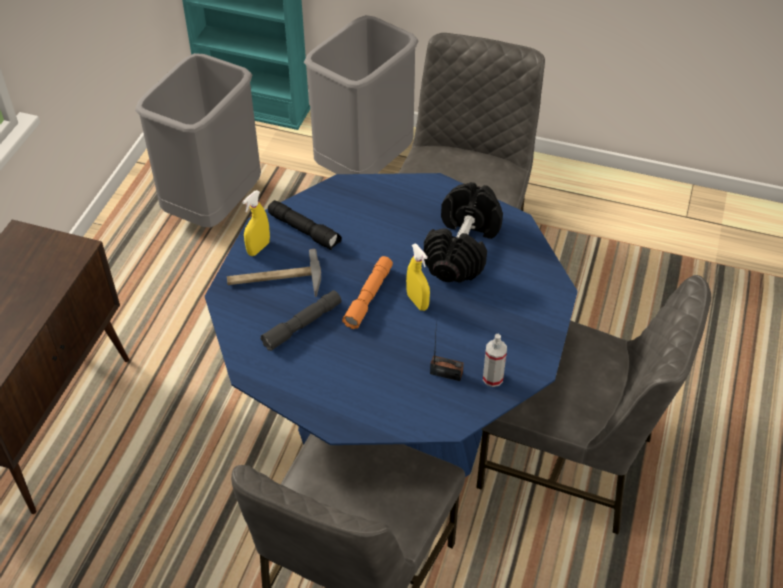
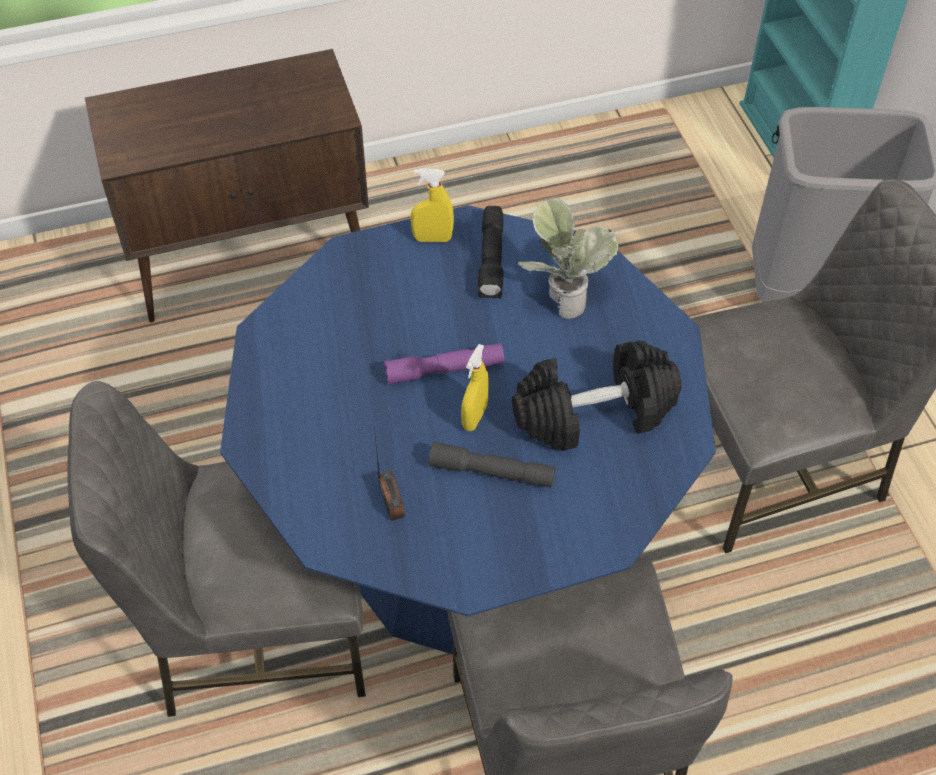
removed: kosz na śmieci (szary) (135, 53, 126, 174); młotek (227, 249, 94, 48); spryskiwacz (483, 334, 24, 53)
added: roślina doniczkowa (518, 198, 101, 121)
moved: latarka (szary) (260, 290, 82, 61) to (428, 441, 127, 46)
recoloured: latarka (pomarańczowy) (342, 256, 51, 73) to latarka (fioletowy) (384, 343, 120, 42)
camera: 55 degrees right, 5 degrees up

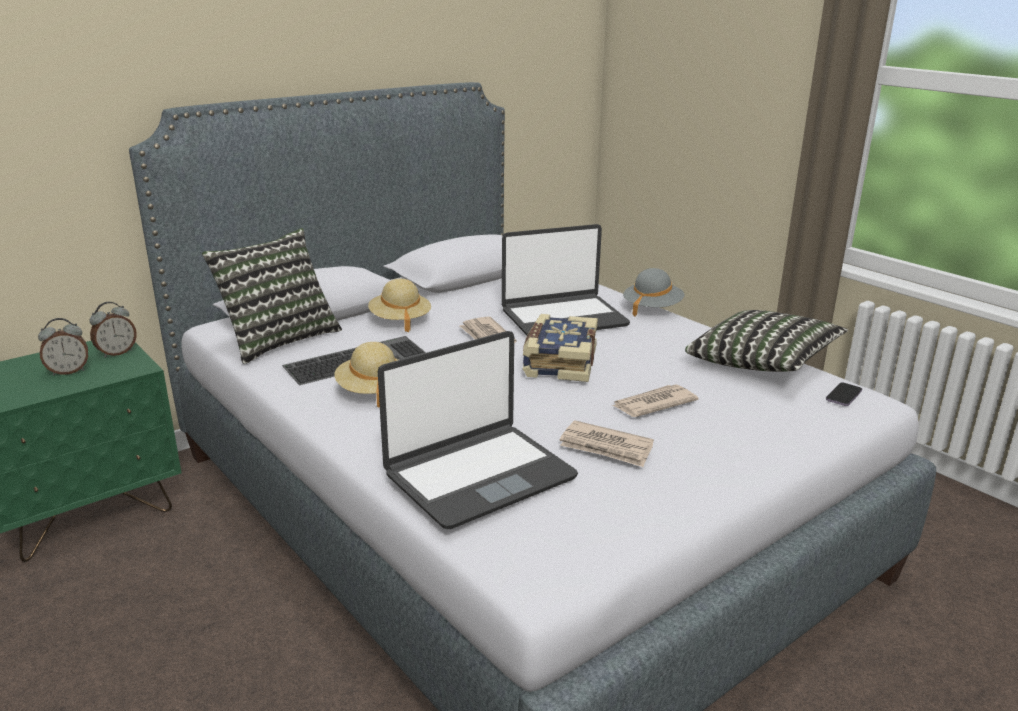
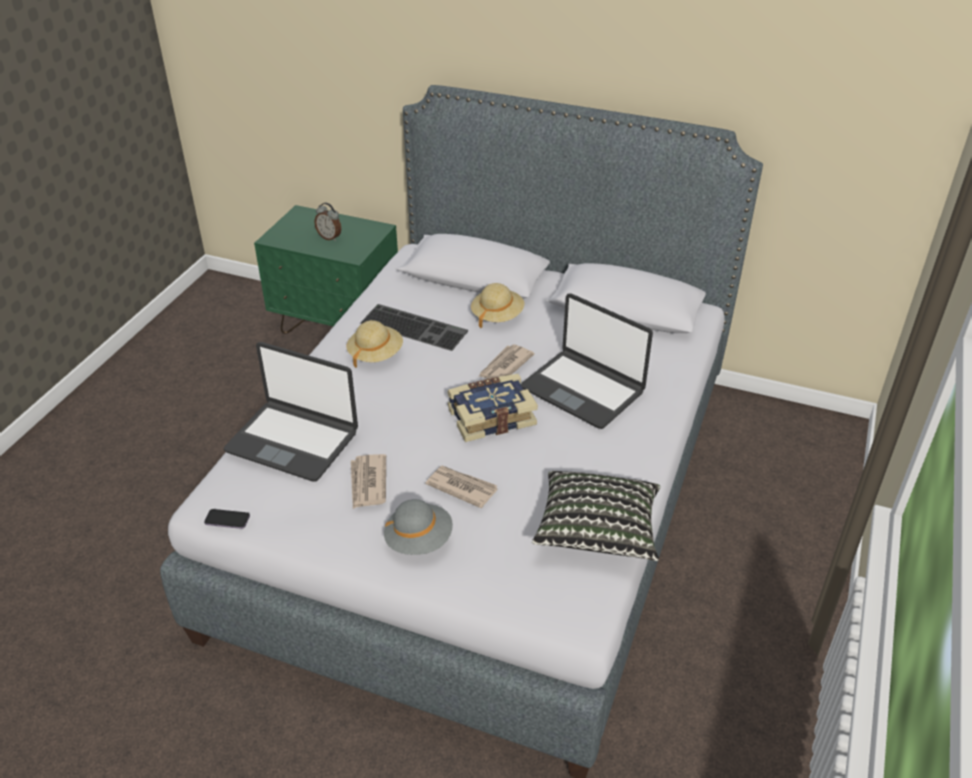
removed: budzik (90, 302, 47, 56); poduszka (202, 228, 140, 136)
moved: kapelusz (szary) (623, 268, 61, 49) to (384, 499, 69, 56); telefon (826, 383, 36, 23) to (204, 509, 46, 20)
camera: 60 degrees right, 15 degrees up

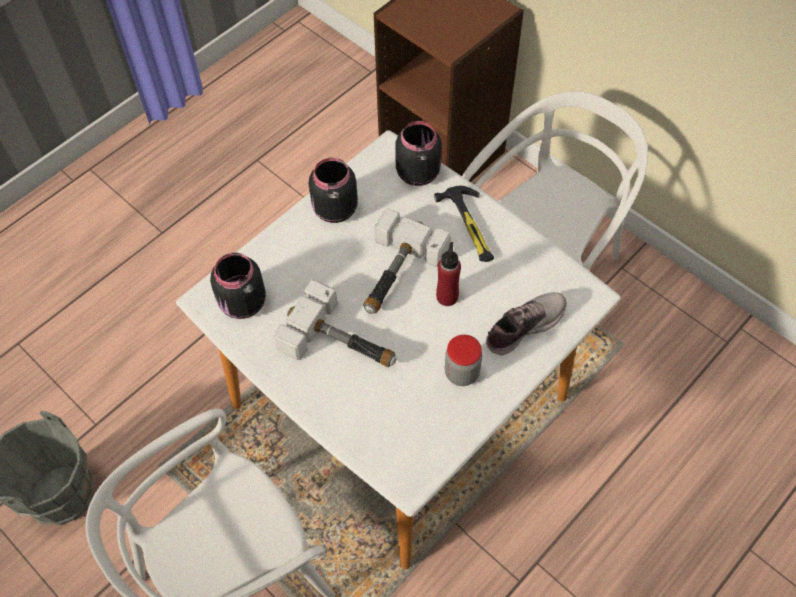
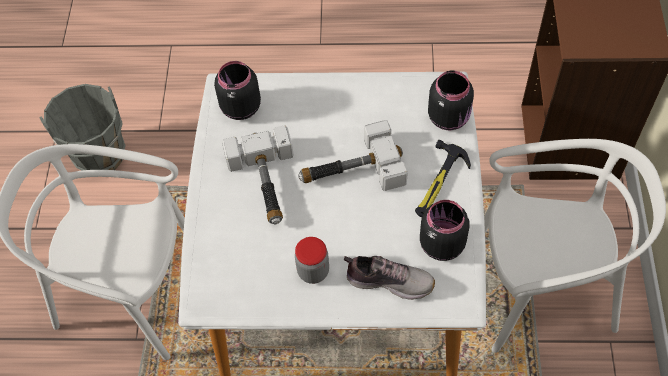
removed: butelka (czerwony) (436, 242, 25, 64)
moved: słoik (czarny) (309, 158, 49, 65) to (420, 200, 49, 61)
camera: 50 degrees right, 0 degrees up

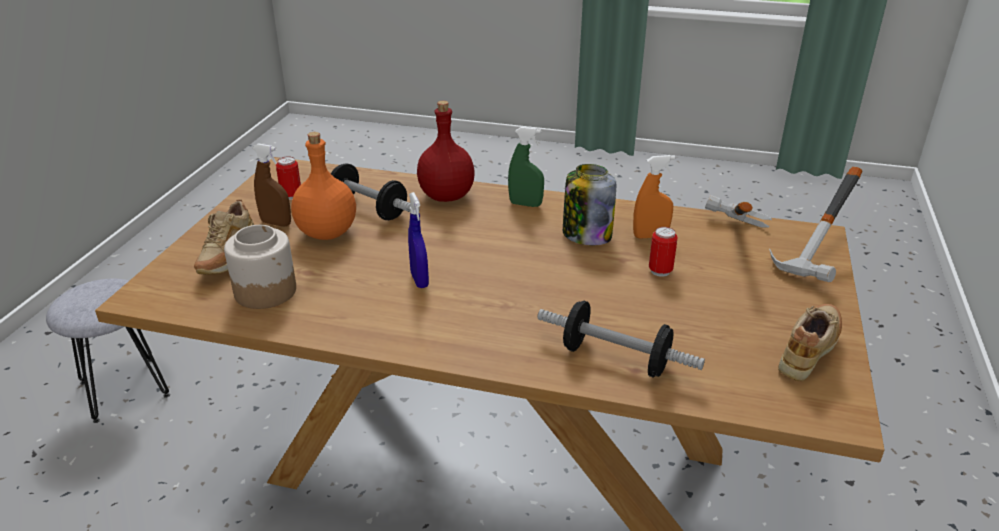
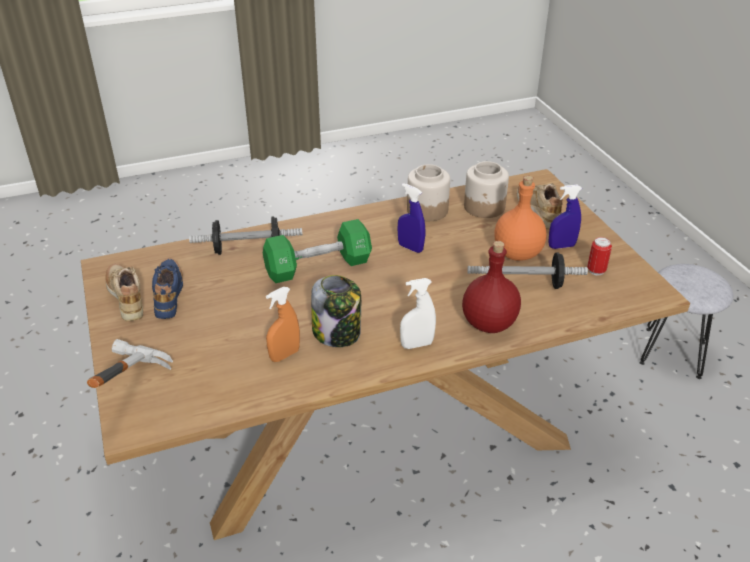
removed: puszka (649, 227, 29, 50); młotek (705, 195, 67, 33)
added: but (niebieski) (152, 258, 31, 61); hantel (zielony) (263, 219, 109, 64); słoik (407, 164, 43, 57)
recoloured: spryskiwacz (brązowy) (252, 143, 39, 83) to spryskiwacz (niebieski) (548, 185, 34, 64); spryskiwacz (zielony) (508, 127, 36, 80) to spryskiwacz (biały) (400, 278, 36, 71)
turned: but (beżowy) (778, 304, 64, 77) = (106, 264, 37, 57) 150 degrees clockwise
camera: 145 degrees right, 5 degrees up

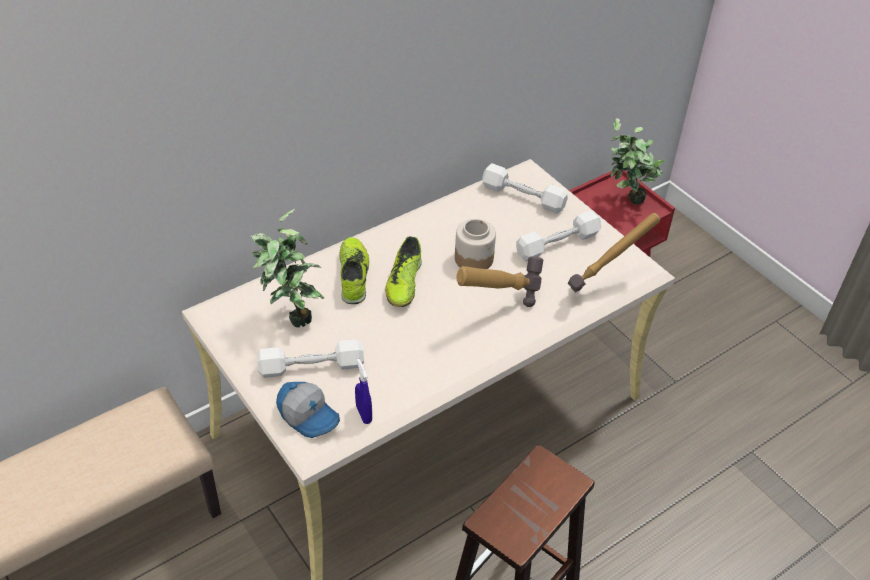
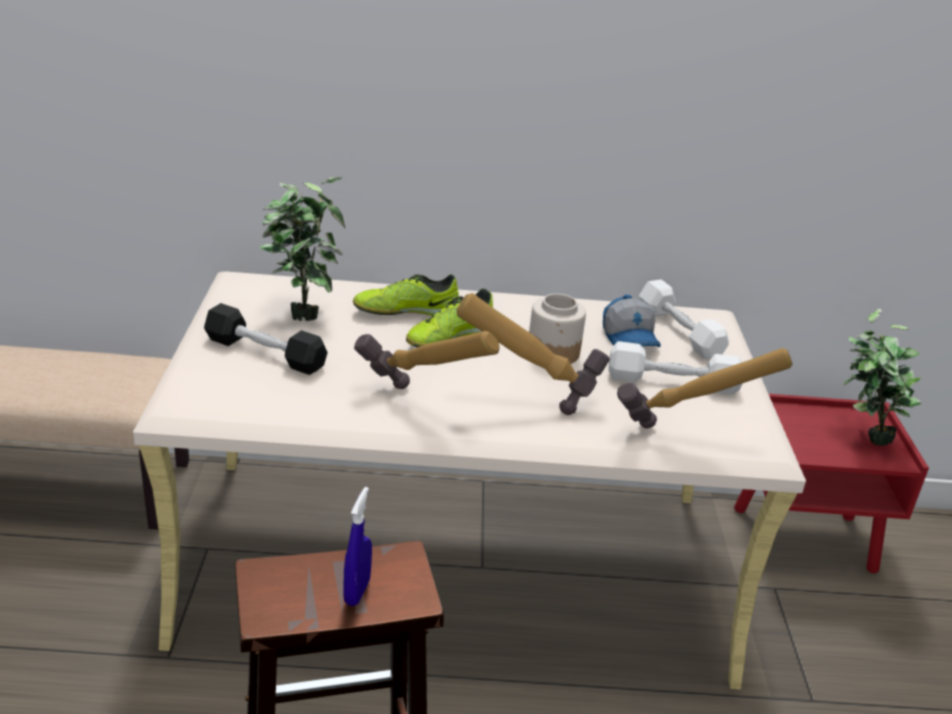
added: młotek (354, 331, 146, 58)
moved: czapka z daszkiem (276, 382, 64, 56) to (603, 295, 58, 52); spryskiwacz (niebieski) (355, 359, 17, 65) to (343, 487, 29, 119)
recoloured: hantel (biały) (257, 339, 107, 39) to hantel (czarny) (204, 303, 124, 72)
turned: but (340, 237, 29, 67) = (353, 274, 106, 42) 135 degrees counterclockwise
camera: 35 degrees right, 15 degrees down

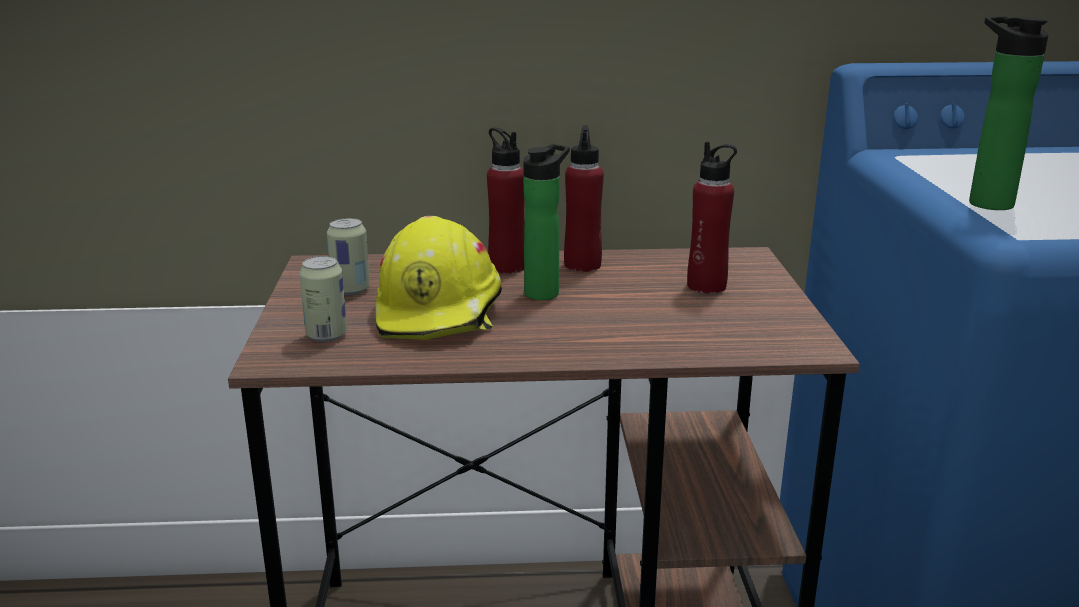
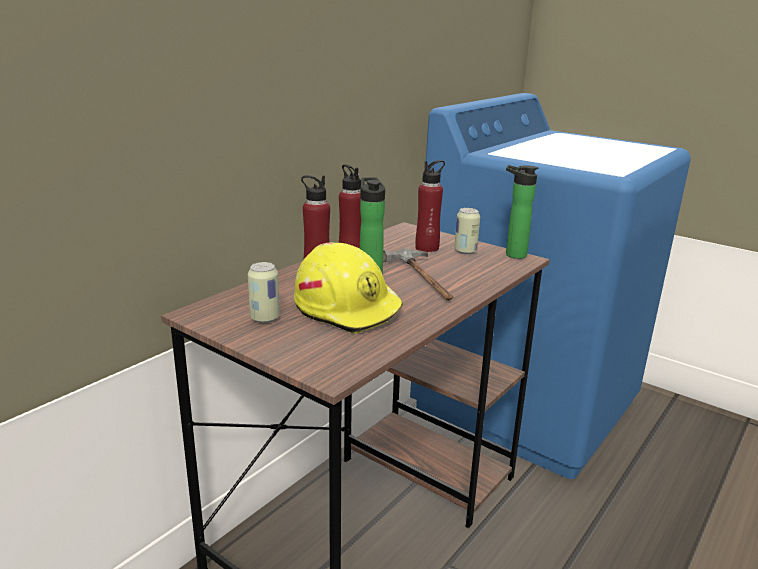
added: młotek (383, 248, 70, 53)
moved: puszka (299, 256, 48, 86) to (454, 208, 26, 46); butelka (969, 16, 80, 194) to (506, 165, 33, 94)
camera: 50 degrees left, 0 degrees up

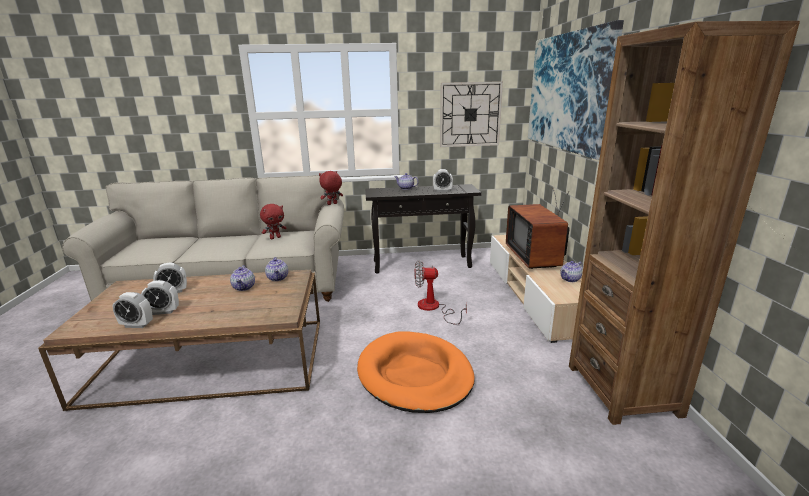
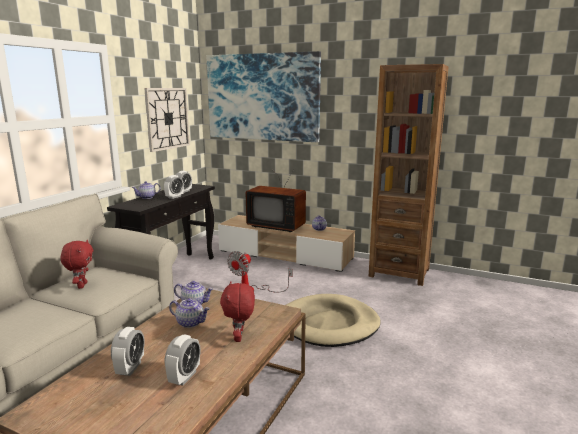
moved: budzik (113, 292, 40, 36) to (164, 175, 20, 24); pluszak (czerwony) (319, 171, 24, 34) to (220, 281, 35, 61)
recoloured: legowisko (pomarańczowy) (357, 331, 118, 82) to legowisko (beżowy) (286, 294, 95, 53)
camera: 60 degrees left, 5 degrees down

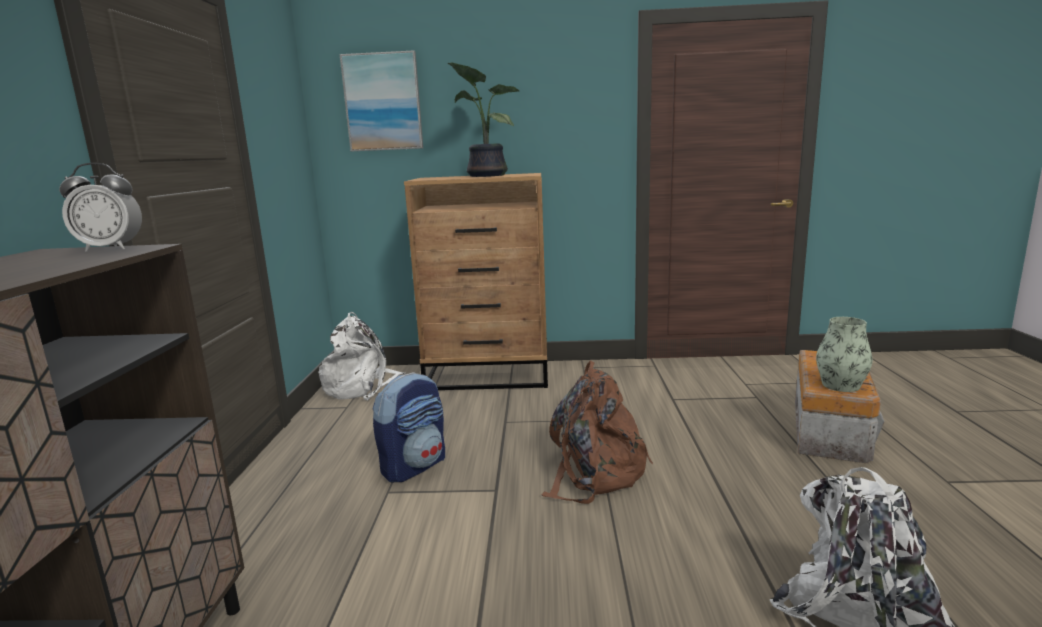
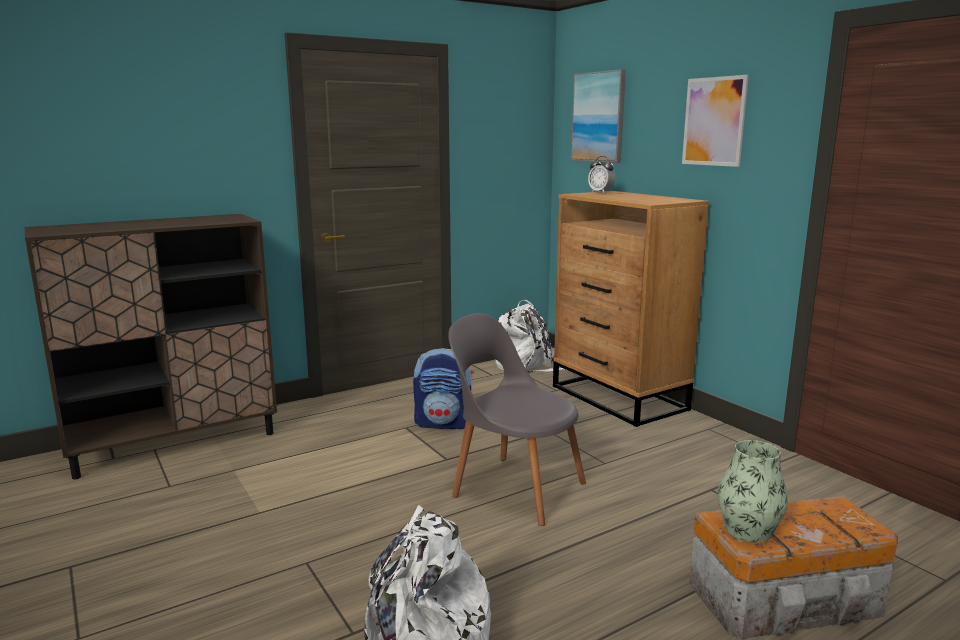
removed: roślina doniczkowa (448, 62, 71, 115)
added: obraz (682, 75, 67, 92)
moved: budzik (59, 163, 83, 89) to (588, 156, 27, 37)
replaced: plecak (brązowy) (542, 361, 111, 143) to krzesło (szary) (448, 313, 138, 213)
camera: 55 degrees right, 0 degrees up

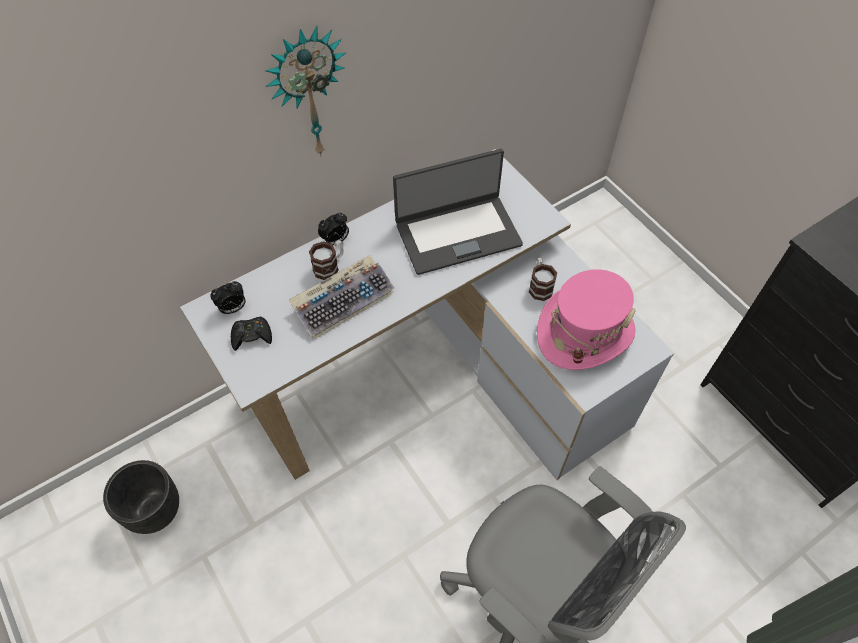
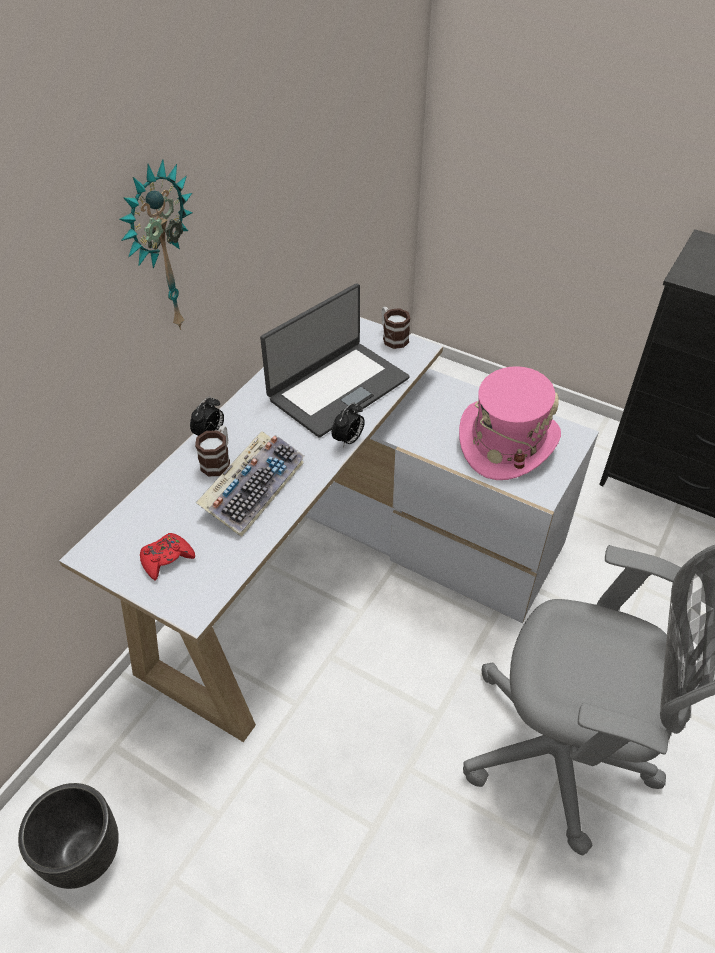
moved: budzik (210, 281, 35, 33) to (331, 402, 34, 45); kubek (529, 258, 28, 43) to (381, 307, 30, 42)
recoloured: pad do gier (czarny) (231, 317, 41, 34) to pad do gier (czerwony) (140, 533, 55, 47)
camera: 25 degrees left, 10 degrees down

